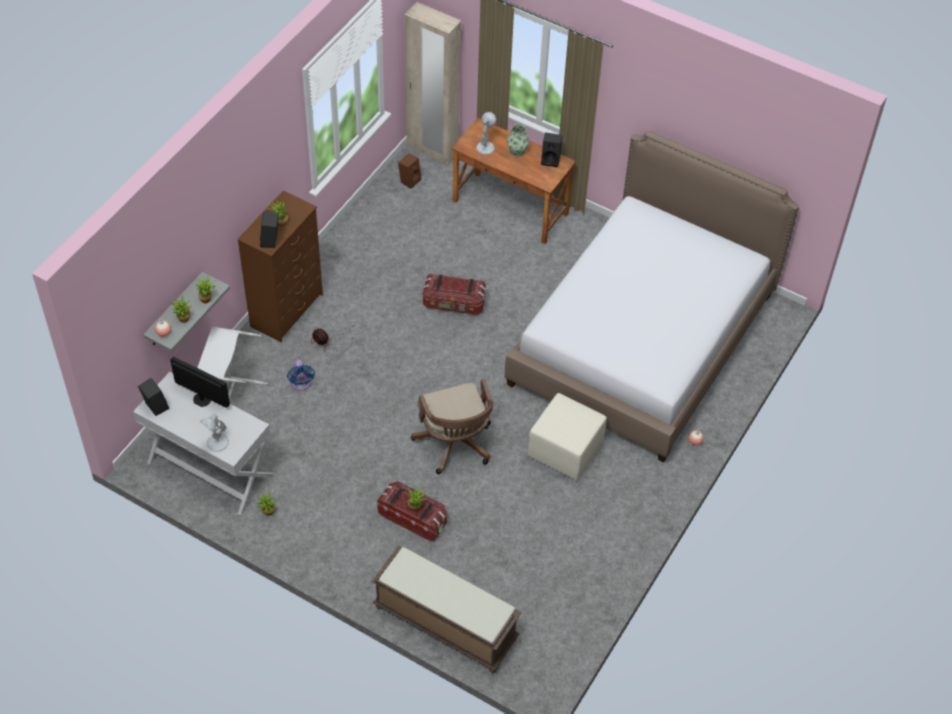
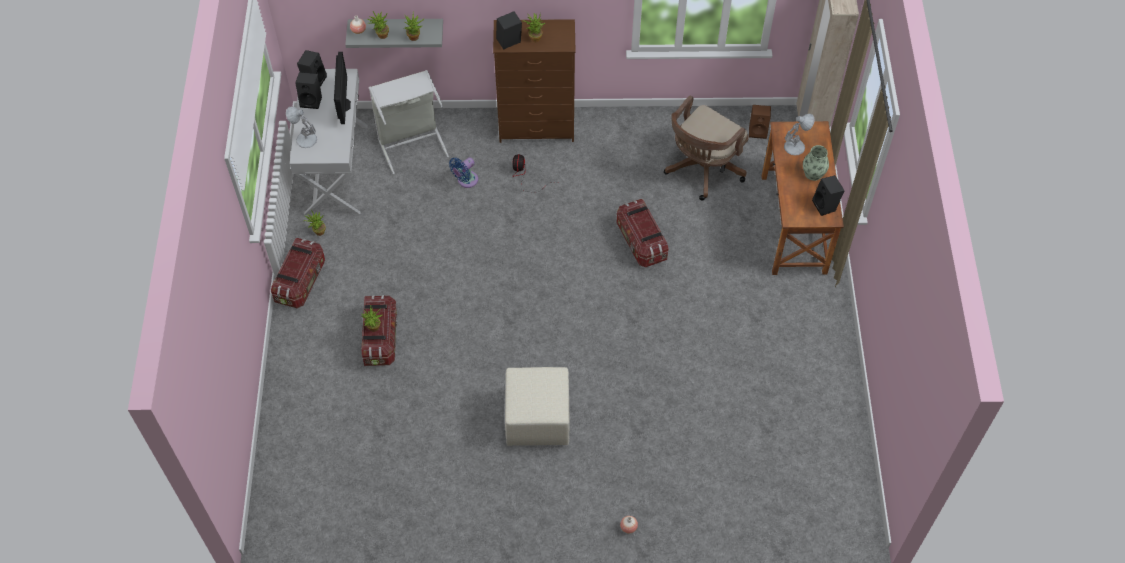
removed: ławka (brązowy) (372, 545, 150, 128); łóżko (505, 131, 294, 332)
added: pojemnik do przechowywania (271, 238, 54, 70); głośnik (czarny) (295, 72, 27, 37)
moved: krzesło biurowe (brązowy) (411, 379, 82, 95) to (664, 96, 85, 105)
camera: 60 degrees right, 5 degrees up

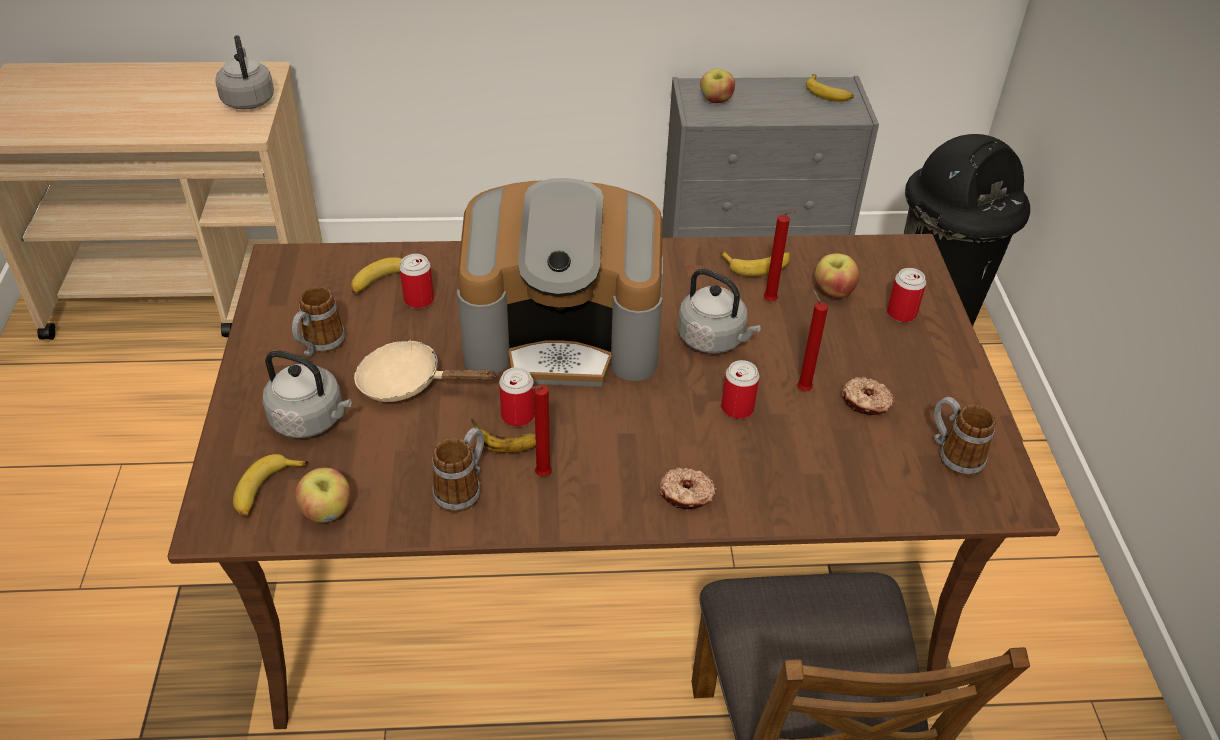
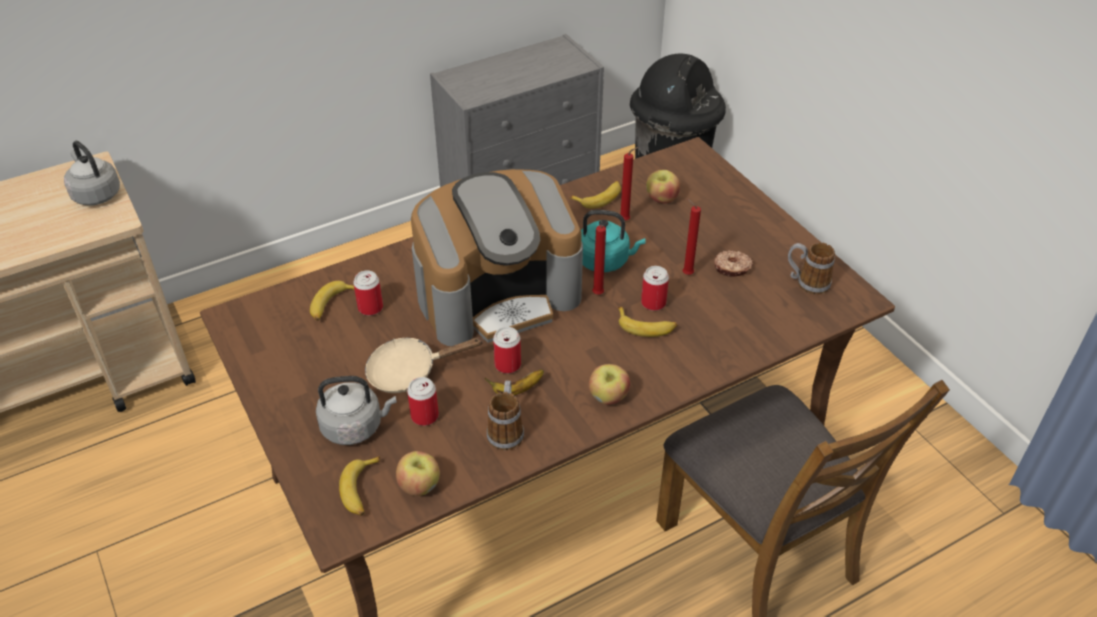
removed: kubek (292, 287, 53, 69); donut (660, 467, 56, 42)
moved: świeca (czerwony) (532, 385, 20, 91) to (592, 225, 14, 69); jabłko (700, 69, 35, 34) to (589, 364, 41, 41); banan (806, 74, 48, 28) to (618, 307, 59, 30); puszka (887, 268, 39, 54) to (407, 377, 32, 49)
recoloured: czajnik (szary) (678, 269, 83, 85) to czajnik (turkusowy) (581, 210, 64, 62)
camera: 25 degrees left, 0 degrees up

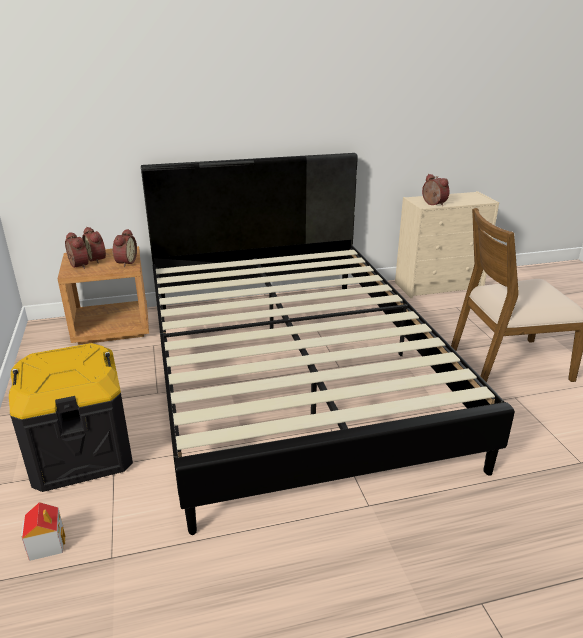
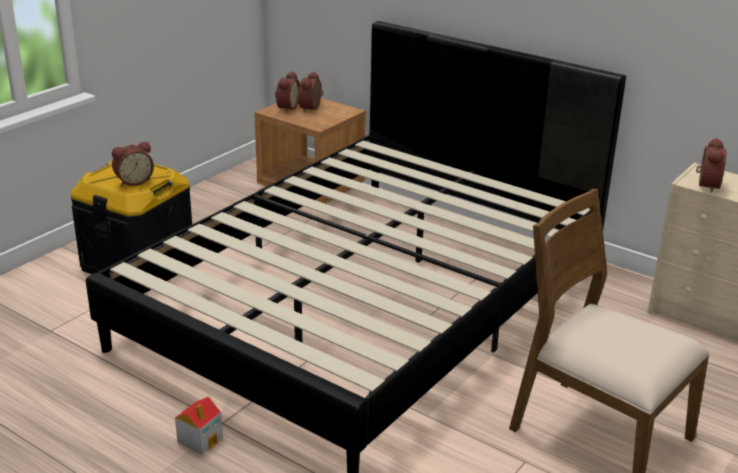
moved: domek (21, 502, 45, 59) to (175, 397, 48, 58); budzik (112, 229, 25, 38) to (112, 142, 42, 45)
camera: 50 degrees right, 0 degrees up

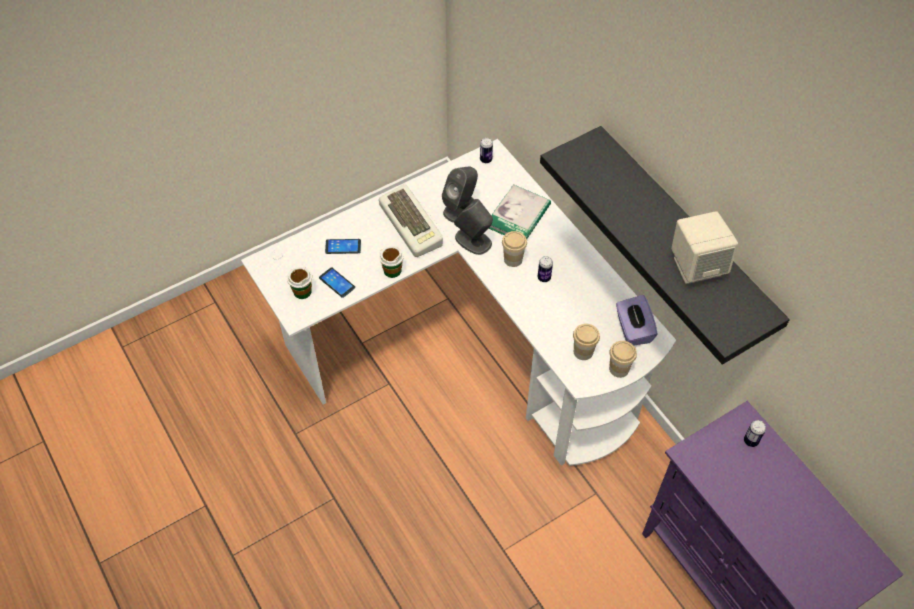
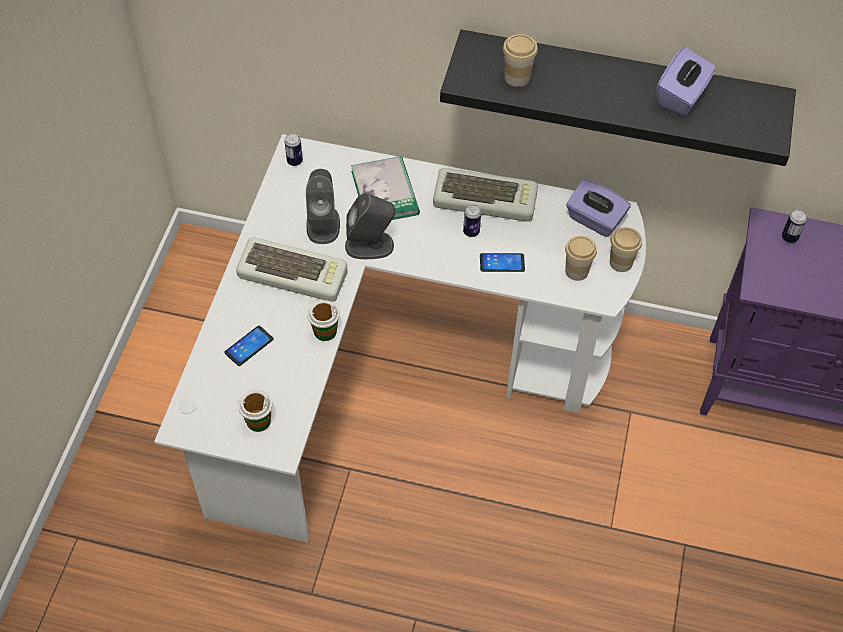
added: klawiatura (433, 168, 105, 54)
moved: telefon (319, 267, 36, 31) to (480, 253, 45, 19); filiżanka (502, 231, 25, 36) to (503, 34, 35, 53)
replaced: głośnik (beżowy) (671, 211, 67, 73) to pudełko chusteczek (fioletowy) (656, 47, 60, 69)
camera: 45 degrees left, 0 degrees up

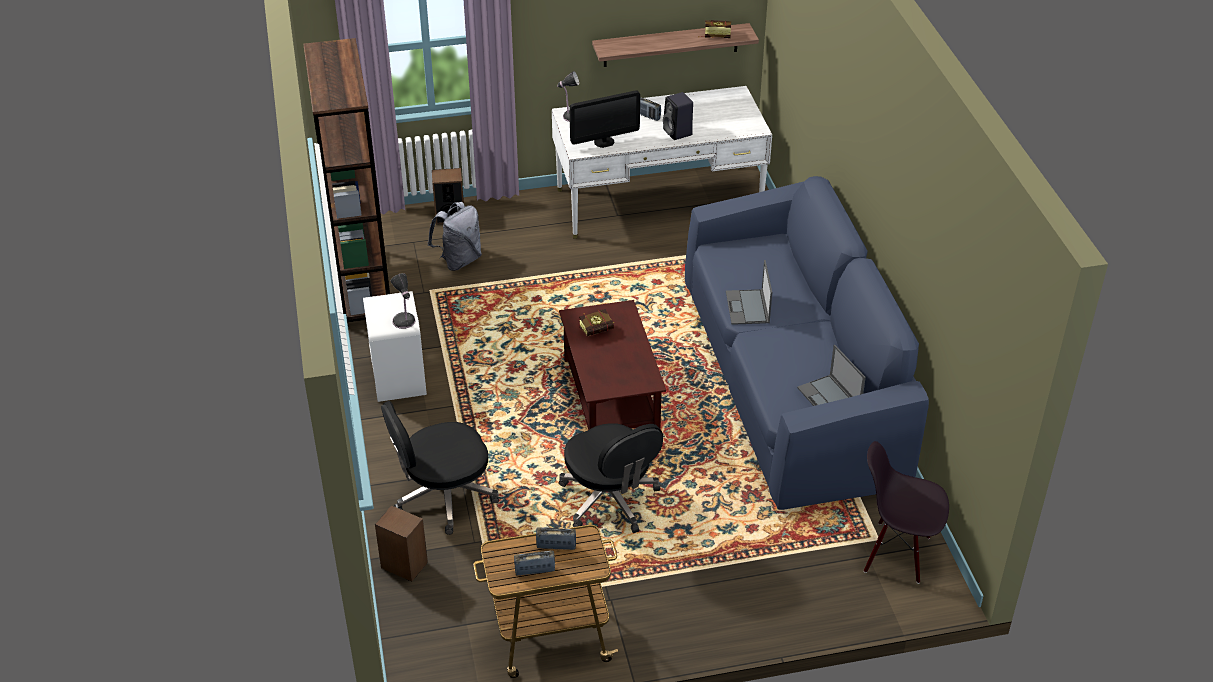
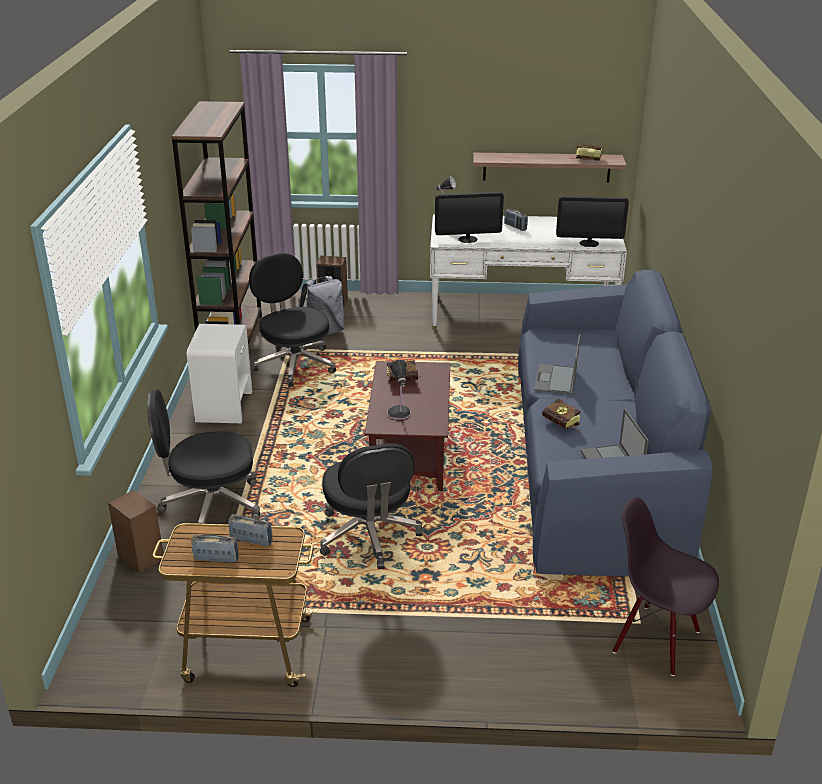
removed: głośnik (czarny) (663, 92, 30, 48)
added: krzesło biurowe (czarny) (249, 253, 87, 134); książka (542, 399, 40, 34); monitor (556, 196, 73, 51)
moved: lampa stołowa (391, 273, 25, 56) to (387, 360, 24, 60)
camera: 15 degrees right, 10 degrees down

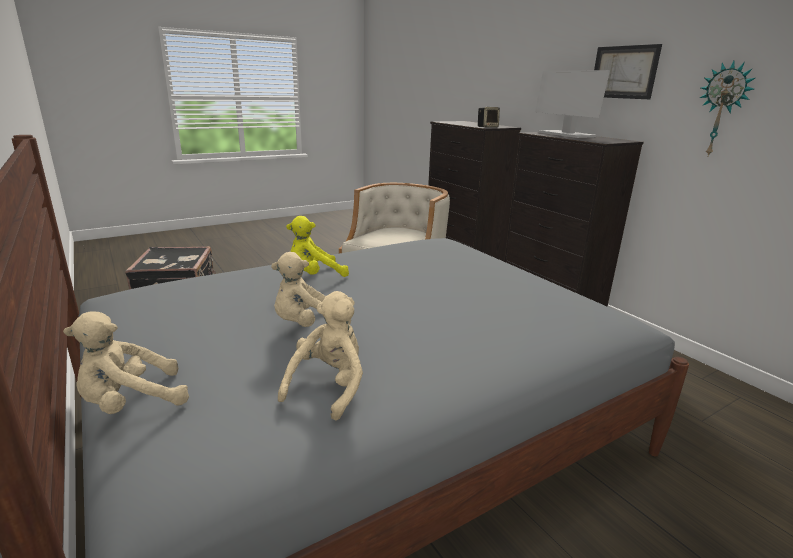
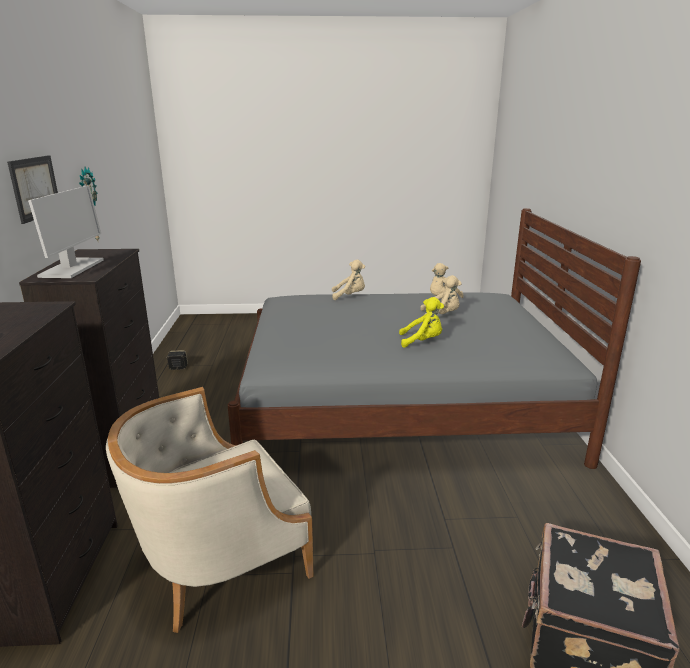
moved: pluszak (beżowy) (63, 311, 126, 103) to (332, 260, 33, 40); głośnik (478, 107, 22, 20) to (166, 350, 22, 20)
camera: 150 degrees left, 0 degrees up

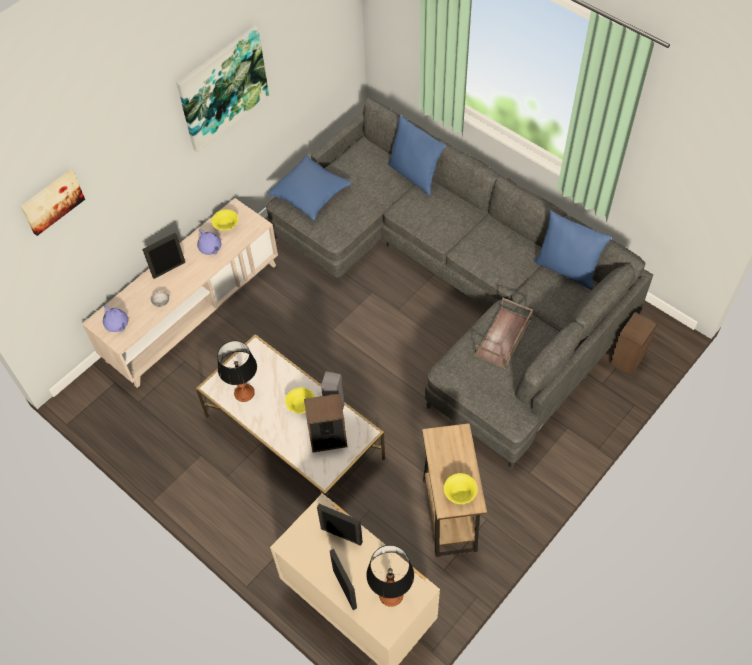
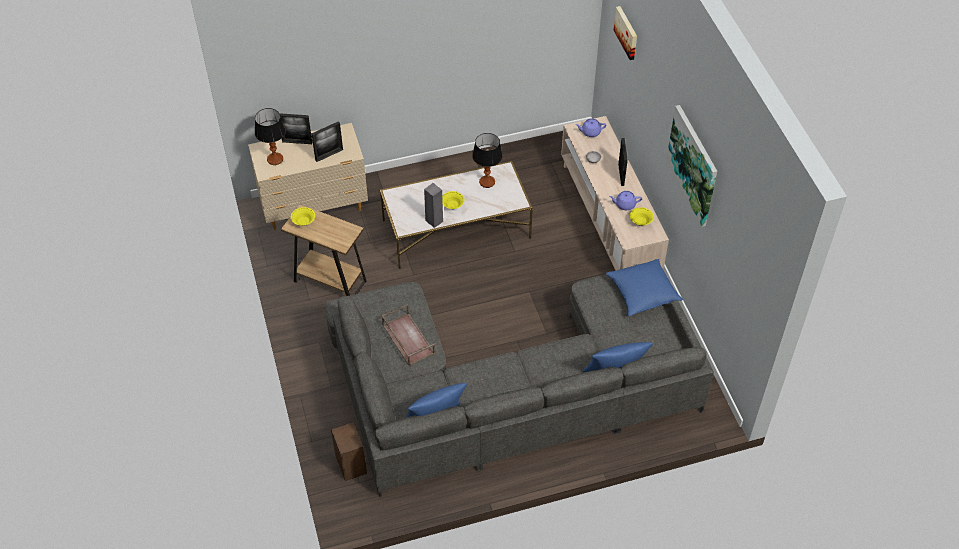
removed: głośnik (304, 393, 43, 60)
camera: 120 degrees right, 5 degrees down

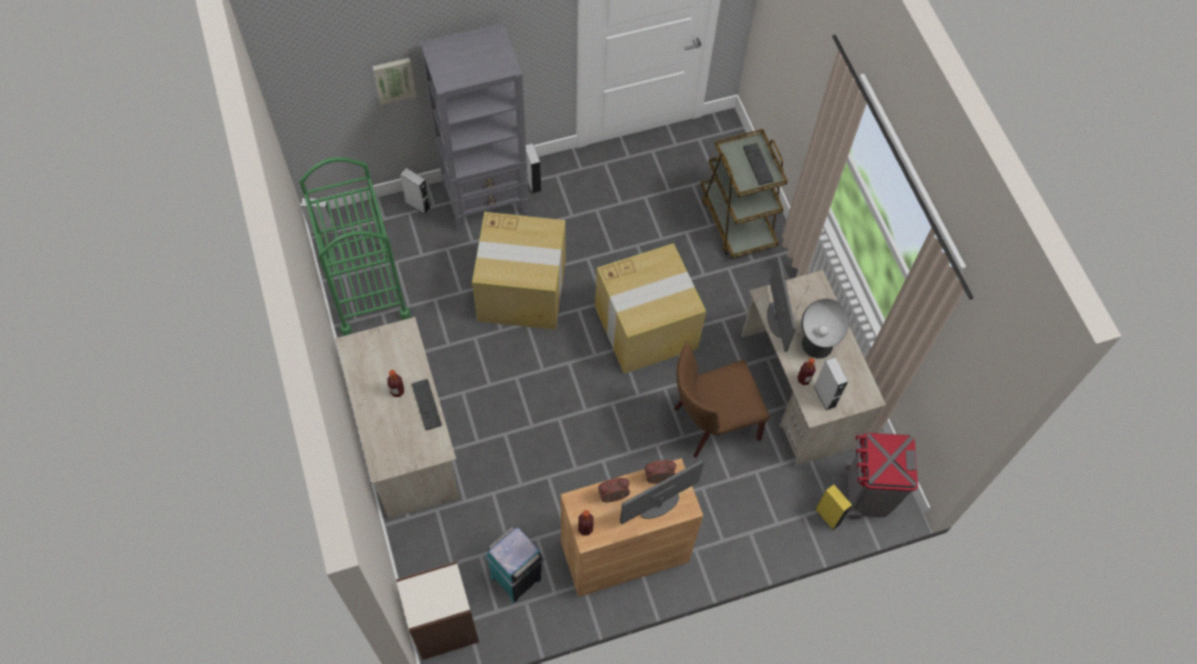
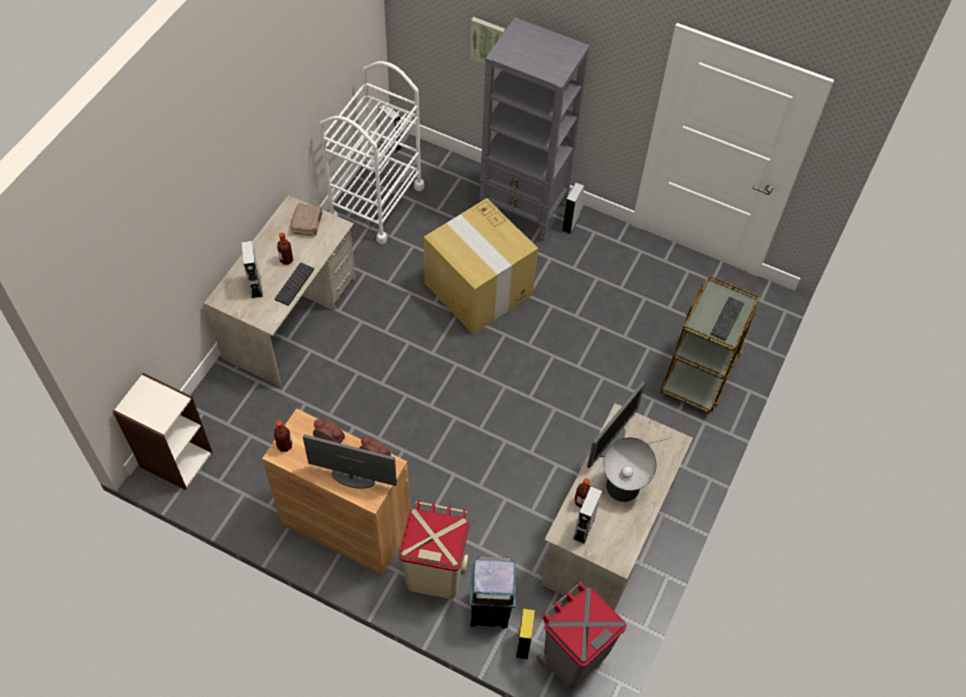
removed: karton (595, 243, 111, 131); krzesło (brązowy) (674, 344, 96, 114)
added: książka (brązowy) (290, 203, 32, 34); kosz na śmieci (beżowy) (399, 501, 70, 98)
moved: głośnik (szary) (400, 168, 30, 47) to (241, 241, 22, 58); kosz na śmieci (turkusowy) (485, 526, 60, 76) to (469, 556, 47, 73)
recoloured: wózek (zielony) (299, 157, 112, 178) to wózek (biały) (319, 61, 105, 183)
camera: 45 degrees right, 5 degrees down

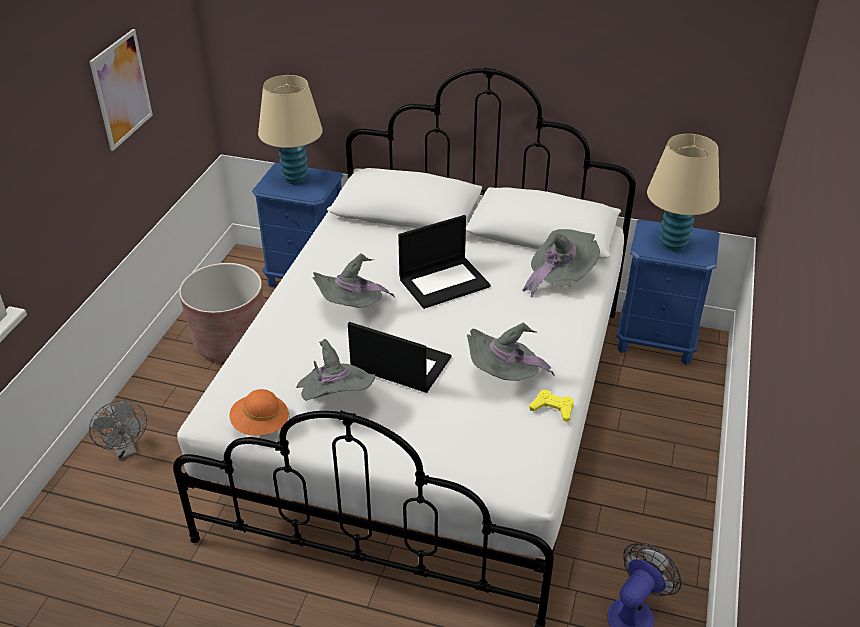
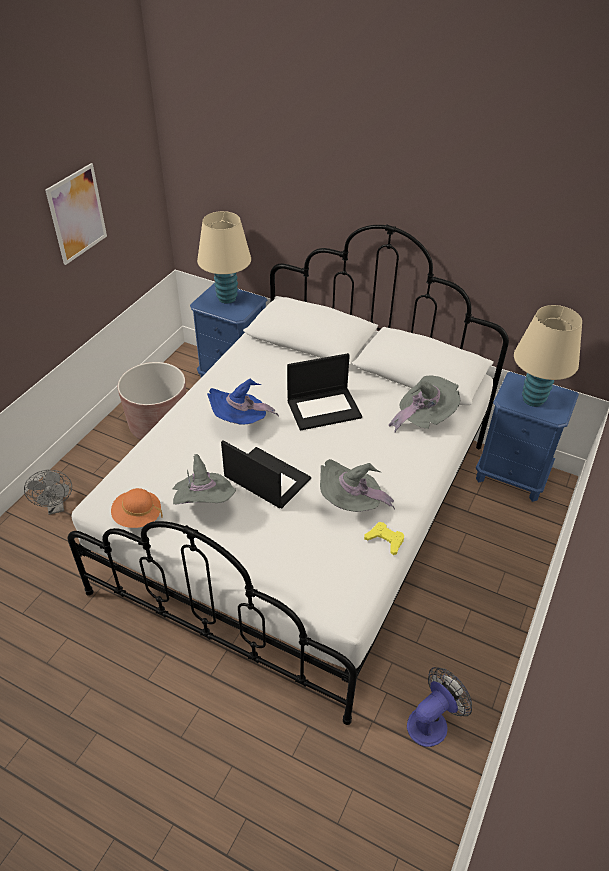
recoloured: kapelusz (szary) (312, 253, 83, 55) to kapelusz (niebieski) (207, 379, 72, 46)
camera: 10 degrees right, 5 degrees up

